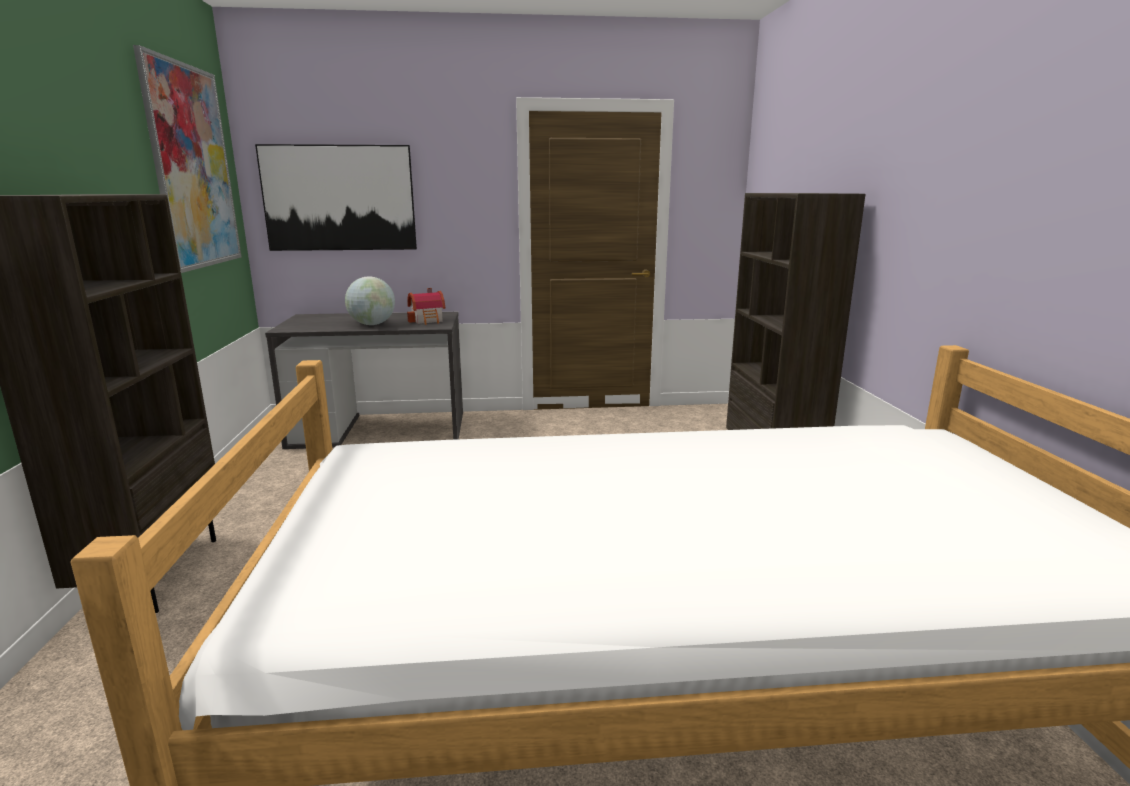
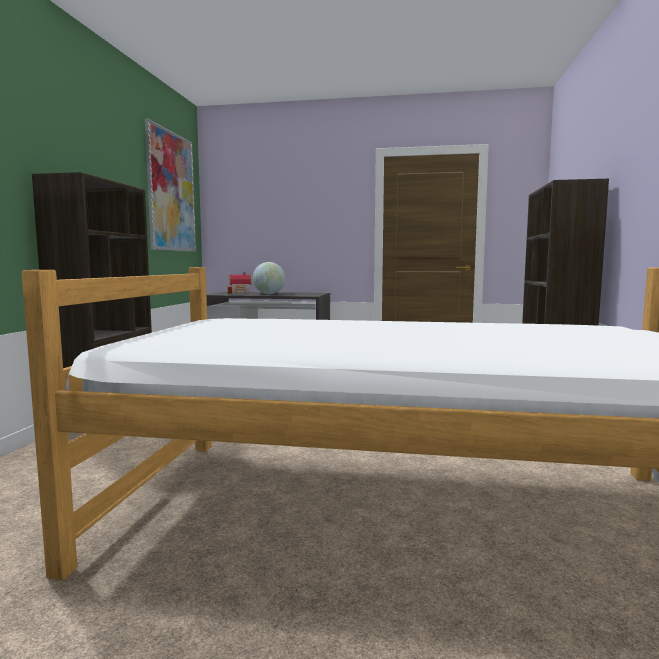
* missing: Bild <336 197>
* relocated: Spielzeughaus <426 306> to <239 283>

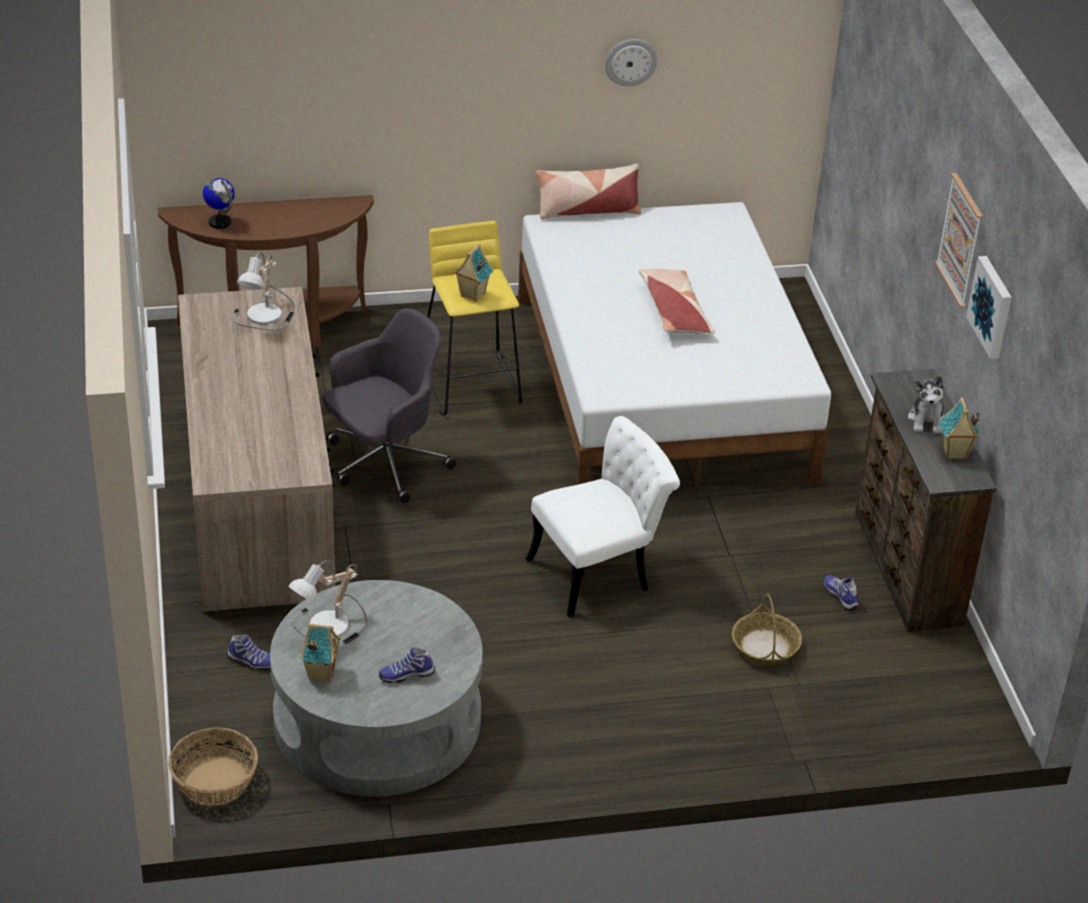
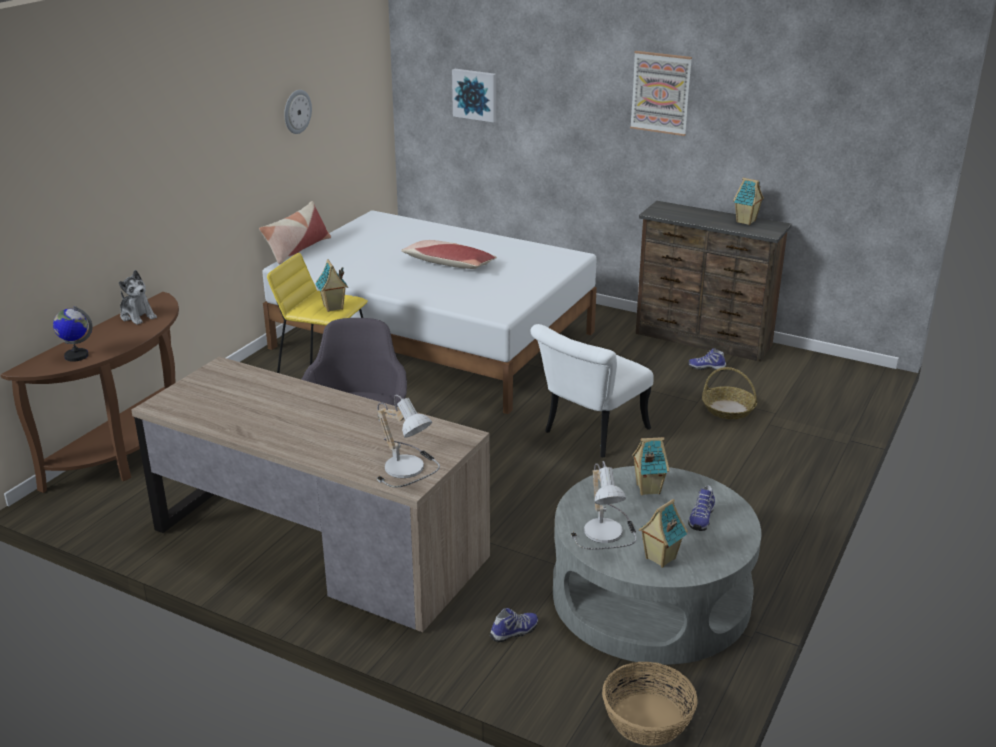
* relocated: Tischlampe <264 291> to <408 441>
* spun: Stuhl [weiß] <603 517> = <591 390> 150 degrees counterclockwise
* relocated: Plüschtier <926 405> to <138 297>
* relocated: Bild <988 307> to <474 95>
* appeared: Spielzeughaus <650 466>

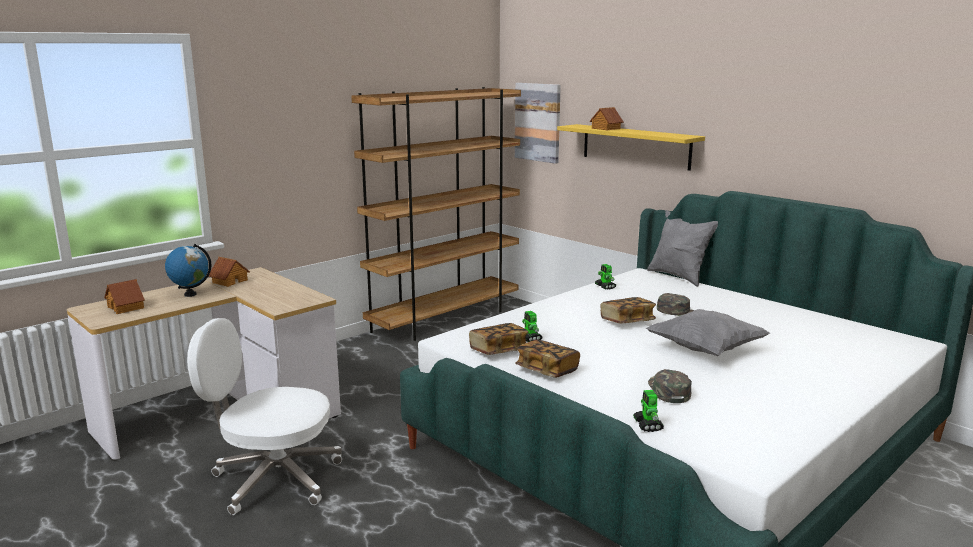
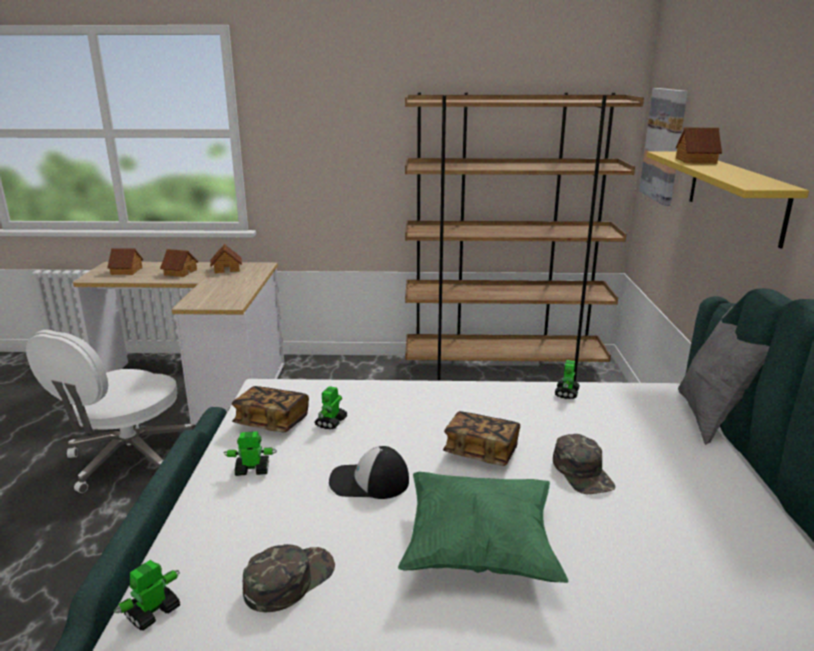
* exchanged: Globus <188 270> to Spielzeughaus <179 263>
* spun: Bürostuhl [weiß] <264 416> = <109 411> 120 degrees counterclockwise
* exchanged: Buch <547 358> to Spielzeugroboter <250 453>
* colour: Kissen [grau] <708 332> to Kissen [grün] <483 527>
* appeared: Kappe <369 472>

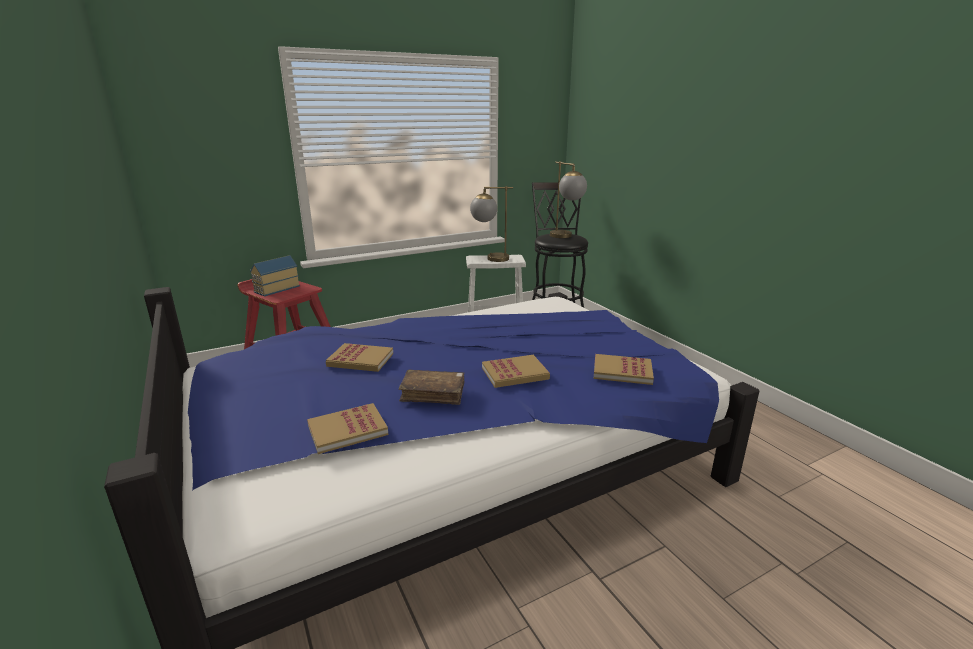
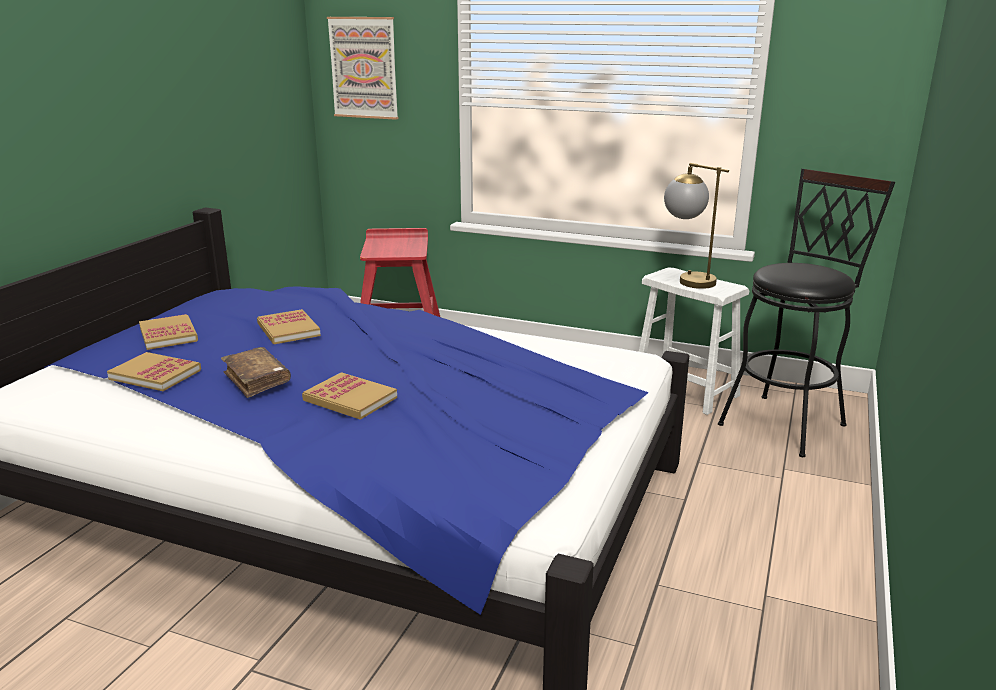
* missing: Spielzeughaus <275 275>
* missing: Tischlampe <568 199>
* relocated: Buch <624 369> to <168 332>
* appeared: Bild <363 68>

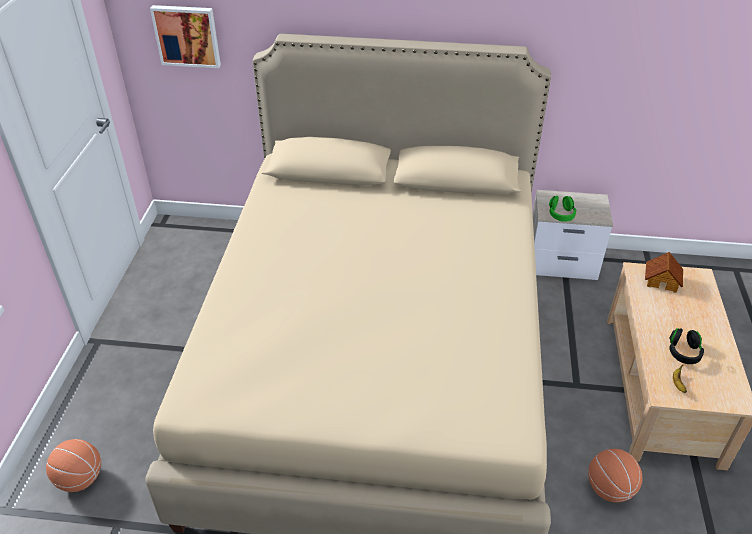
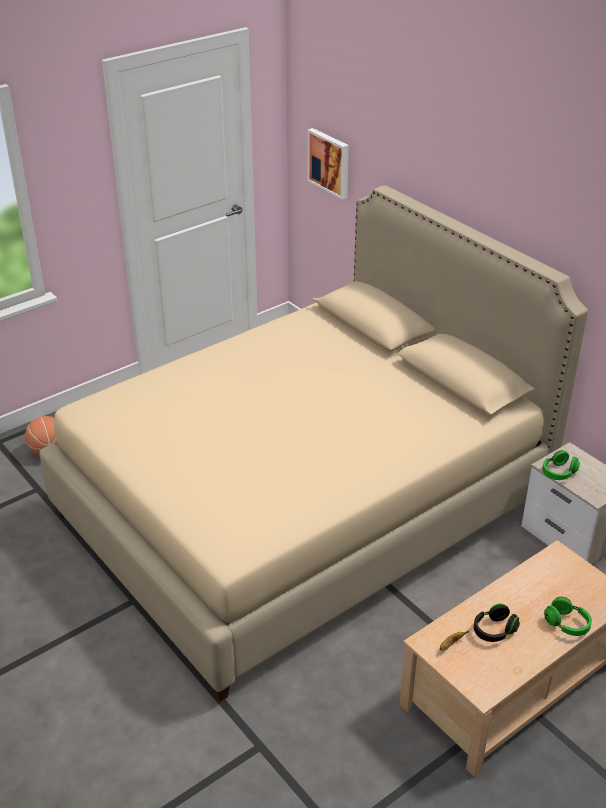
* missing: Basketball <615 475>
* missing: Spielzeughaus <664 272>
* appeared: Kopfhörer [grün] <568 616>

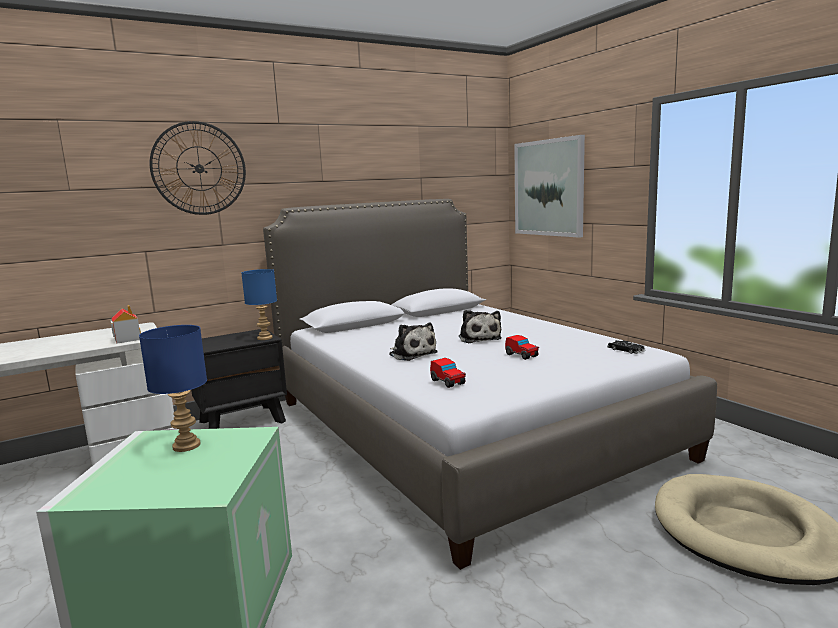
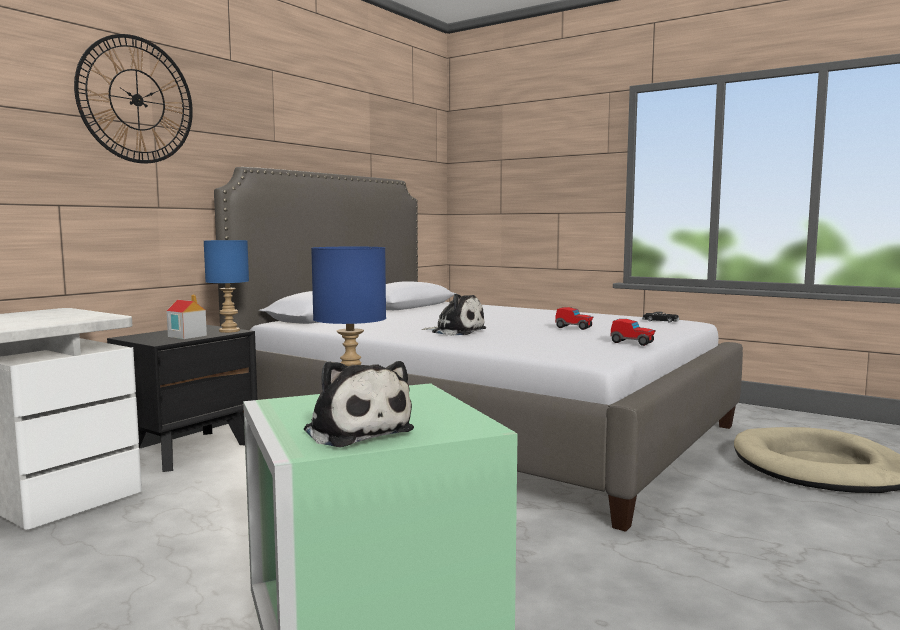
* relocated: Spielzeughaus <125 324> to <187 317>
* relocated: Spielzeugauto <448 373> to <633 332>
* relocated: Plüschtier <480 326> to <359 404>
* missing: Bild <549 186>

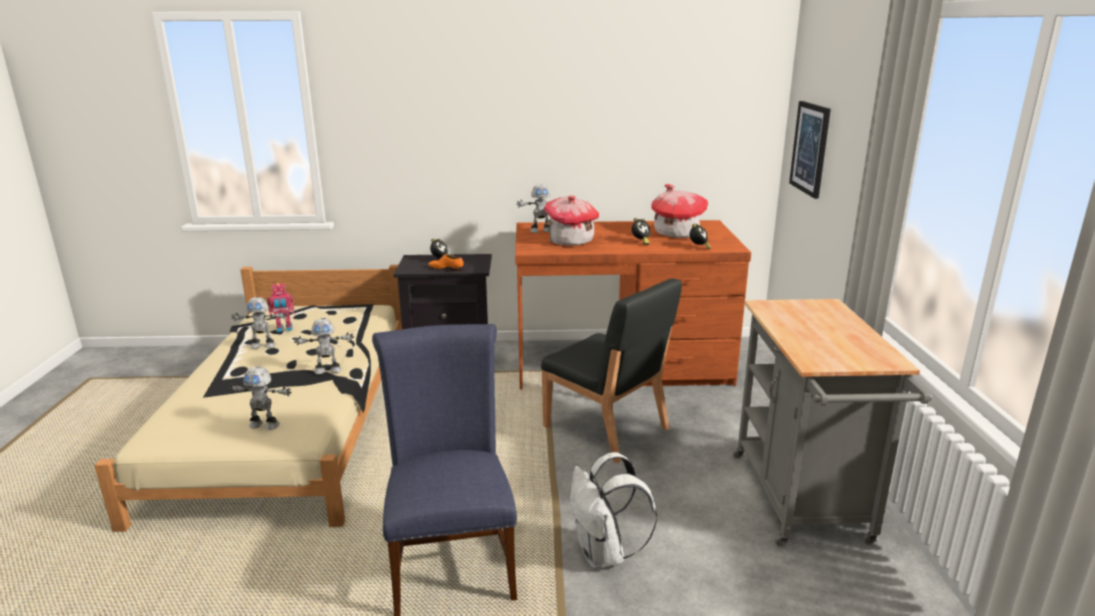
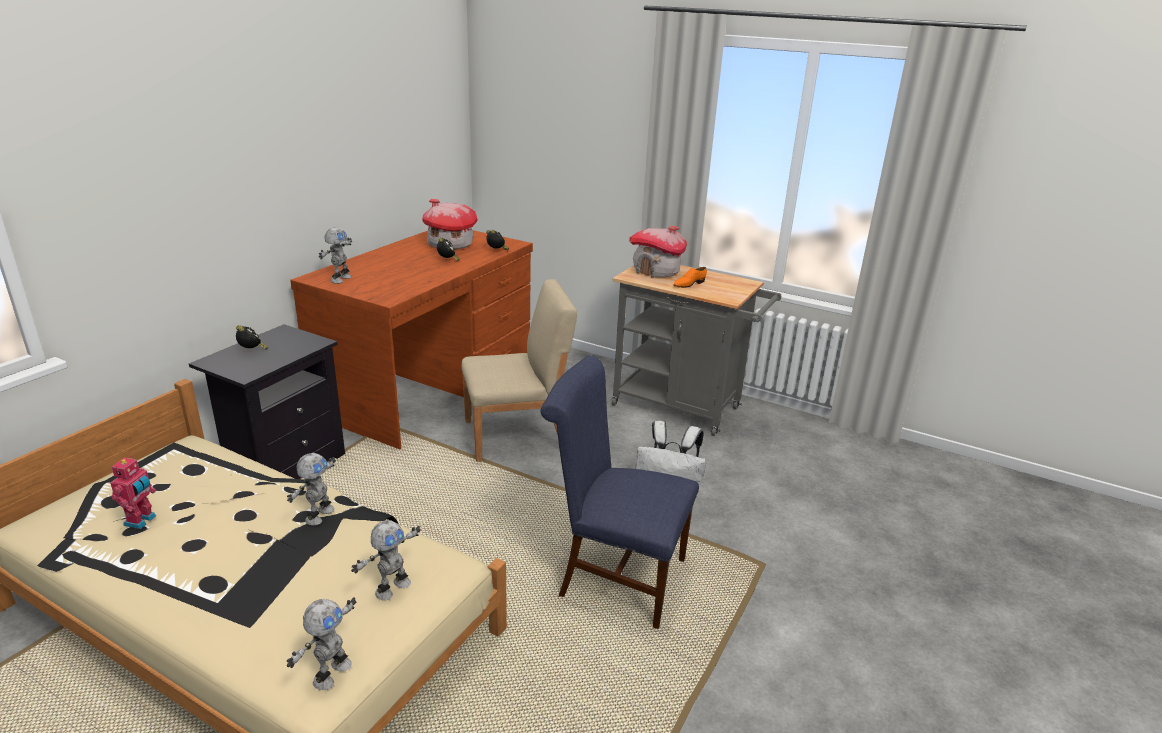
* relocated: Spielzeugroboter <259 323> to <321 643>
* relocated: Schuh [orange] <446 263> to <690 277>
* colour: Stuhl [schwarz] <611 370> to Stuhl [beige] <519 370>
* relocated: Spielzeughaus <571 221> to <658 252>
* missing: Bild <810 150>

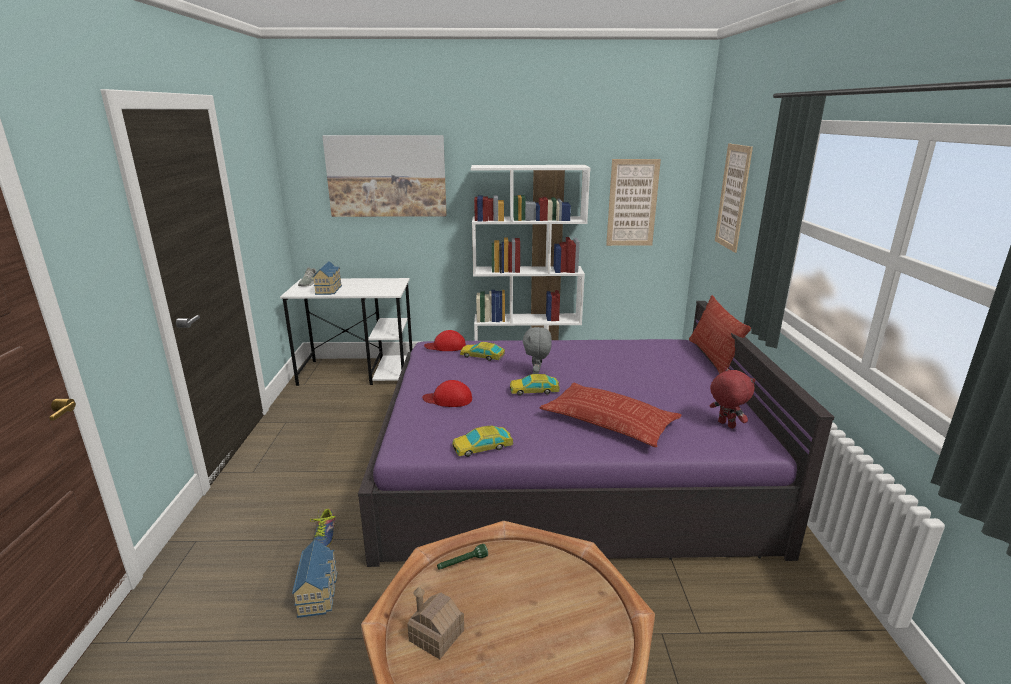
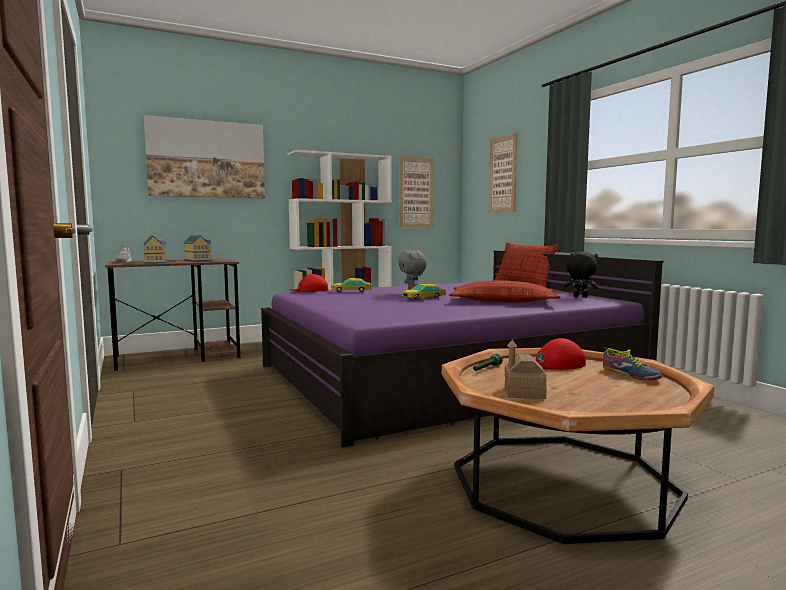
* colour: Schreibtisch [weiß] <346 332> to Schreibtisch [braun] <172 314>
* relocated: Spielzeughaus <314 579> to <198 248>
* relocated: Schuh <323 528> to <632 364>
* relocated: Kappe [rot] <447 393> to <561 354>
* missing: Spielzeugauto <482 441>
* colour: Plüschtier [rot] <732 398> to Plüschtier [schwarz] <581 274>

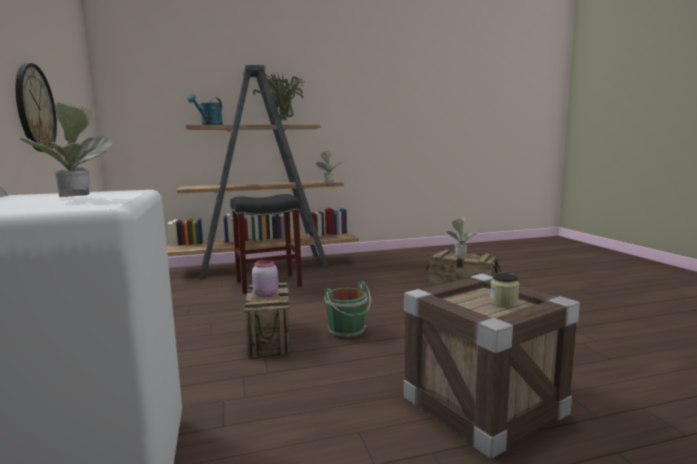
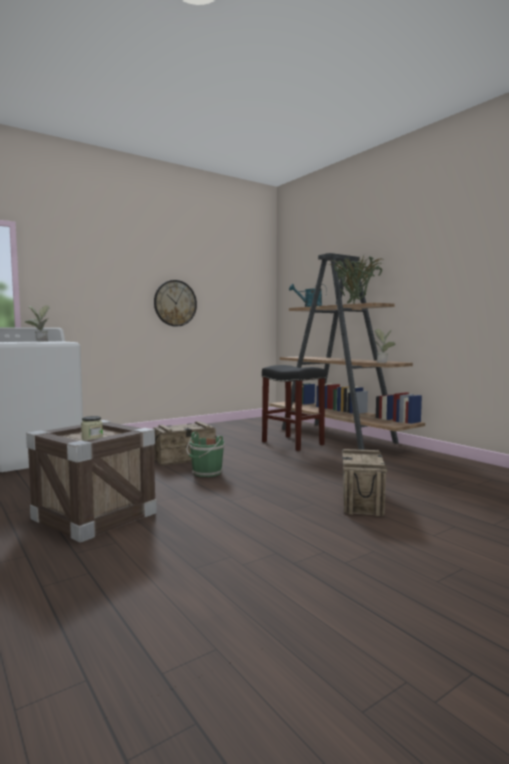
* missing: Vorratsglas [rosa] <265 278>
* missing: Topfpflanze <462 237>

